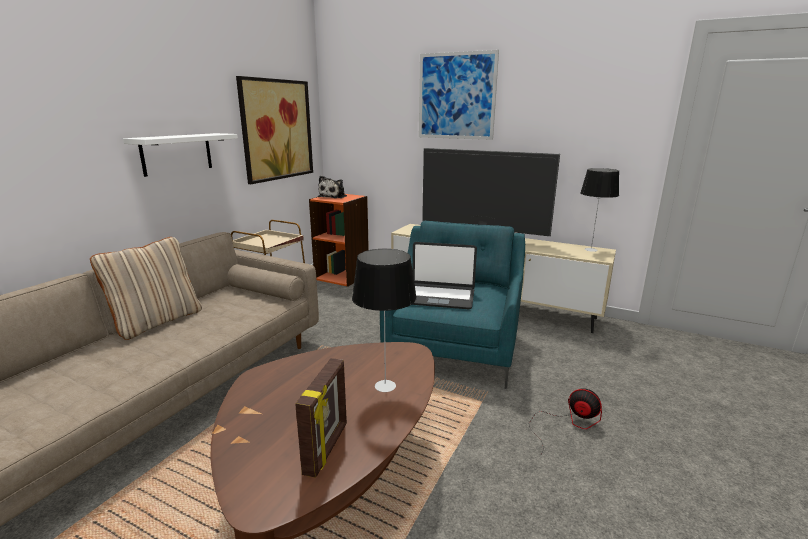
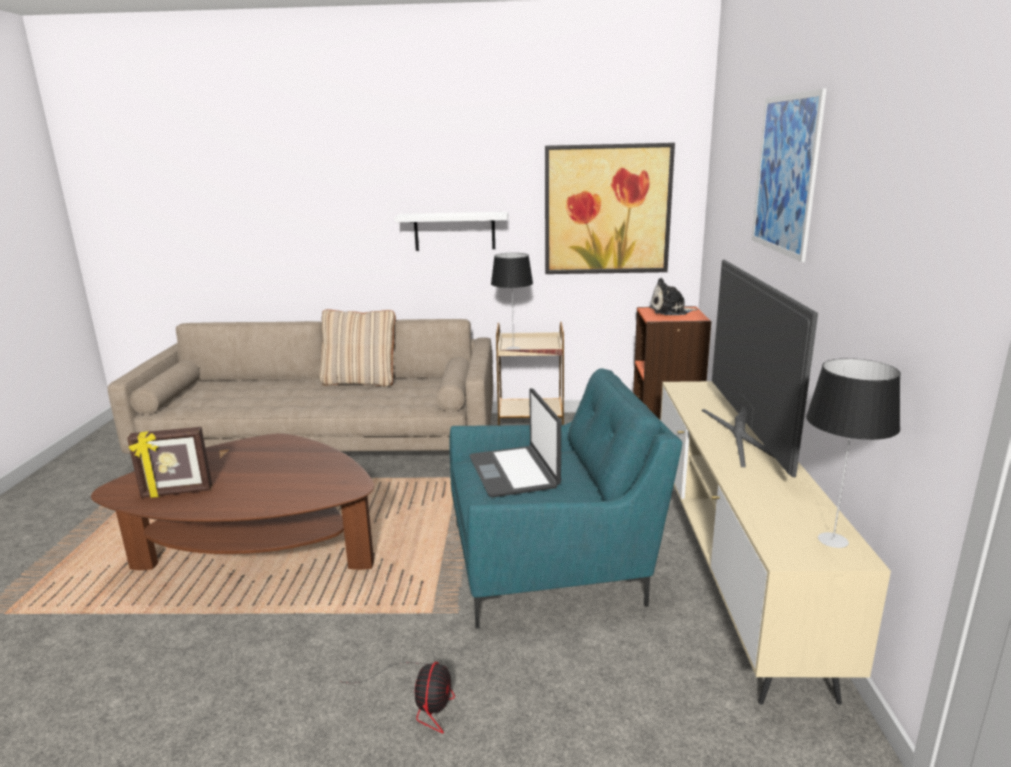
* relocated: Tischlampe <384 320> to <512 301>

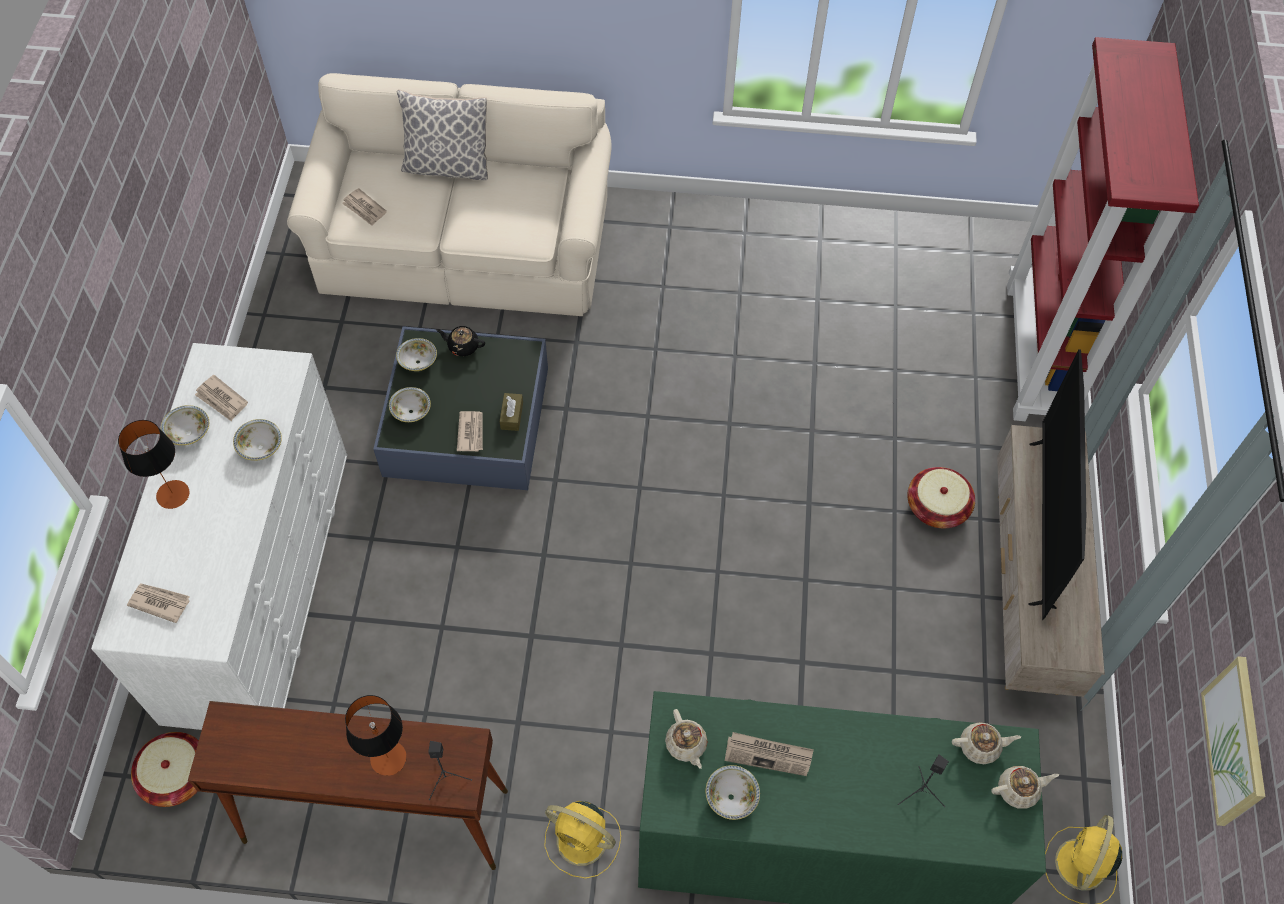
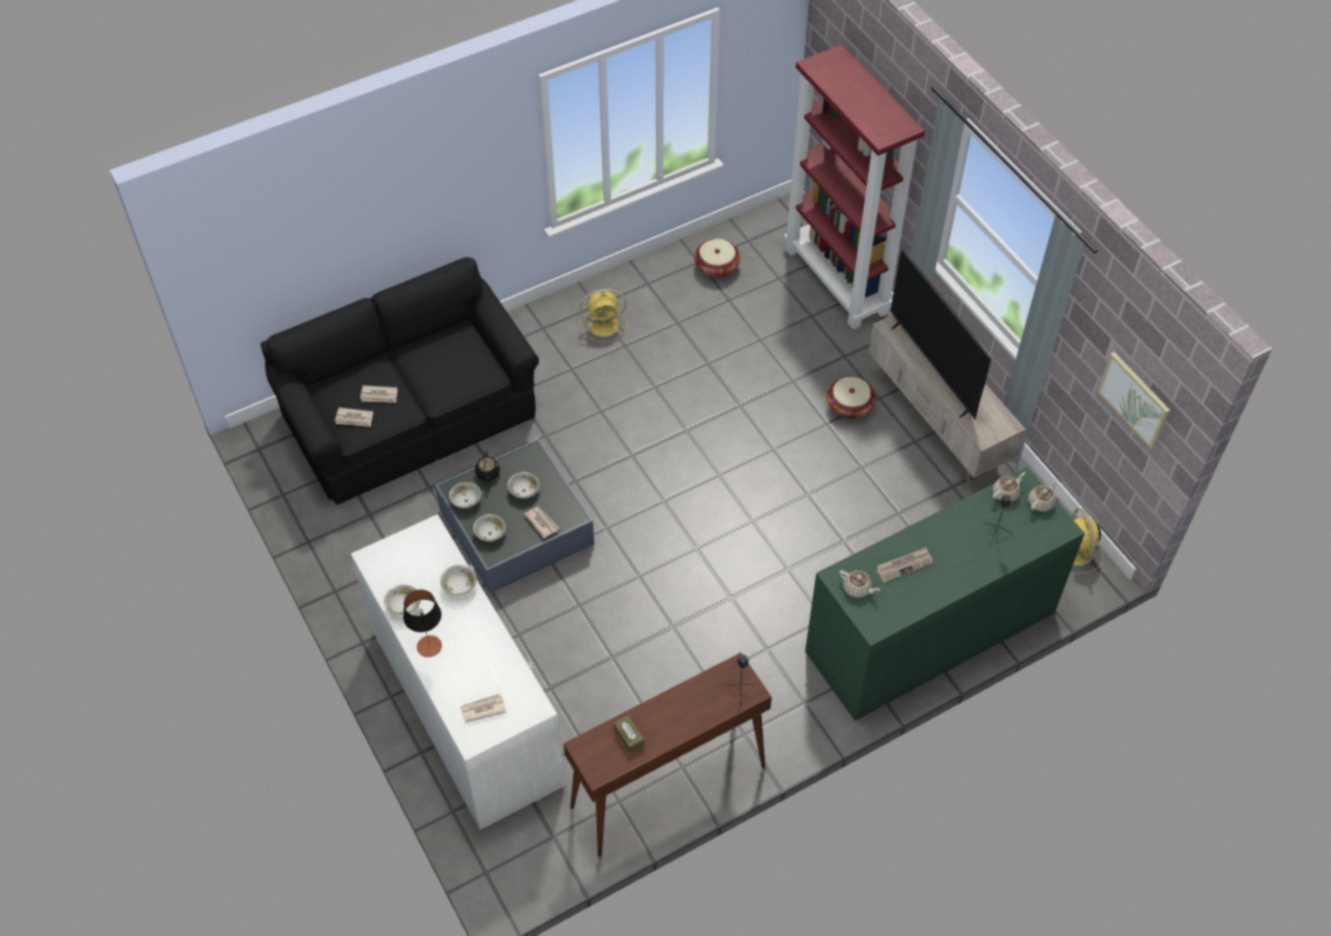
* relocated: Korb <165 769> to <717 258>
* relocated: Zeitung <221 398> to <379 394>
* colour: Sofa [beige] <449 194> to Sofa [schwarz] <399 381>
* missing: Tischlampe <376 735>
* missing: Kissen <442 134>
* spun: Teekanne [schwarz] <460 341> = <487 466> 75 degrees counterclockwise
* relocated: Taschentuchbox [braun] <511 412> to <629 734>
* relocated: Ventilator [gelb] <582 840> to <603 315>
* relocated: Schüssel <733 792> to <523 485>

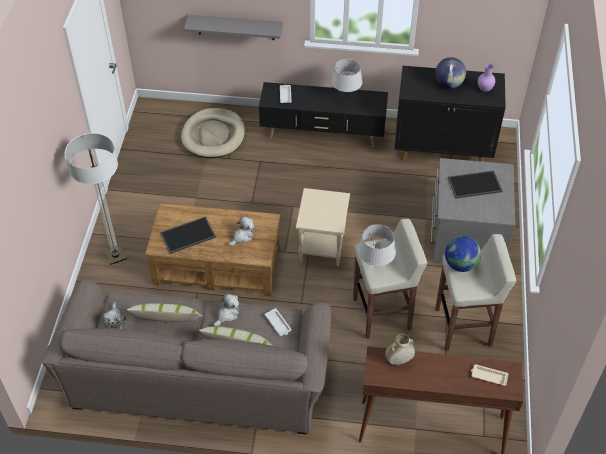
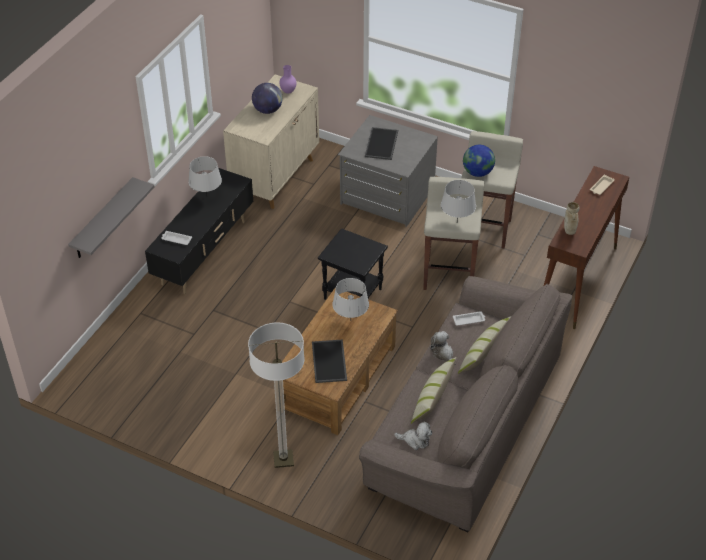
* missing: Hundebett [beige] <213 133>
* exchanged: Plüschtier <241 231> to Tischlampe [grau] <350 298>
* colour: Beistelltisch [beige] <323 227> to Beistelltisch [schwarz] <353 264>
* colour: Schrank [schwarz] <450 114> to Schrank [beige] <271 142>

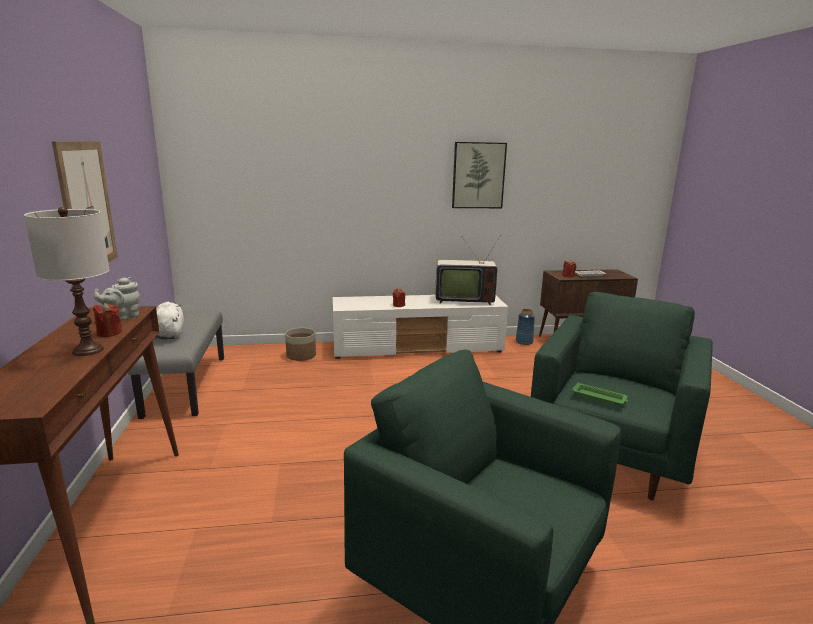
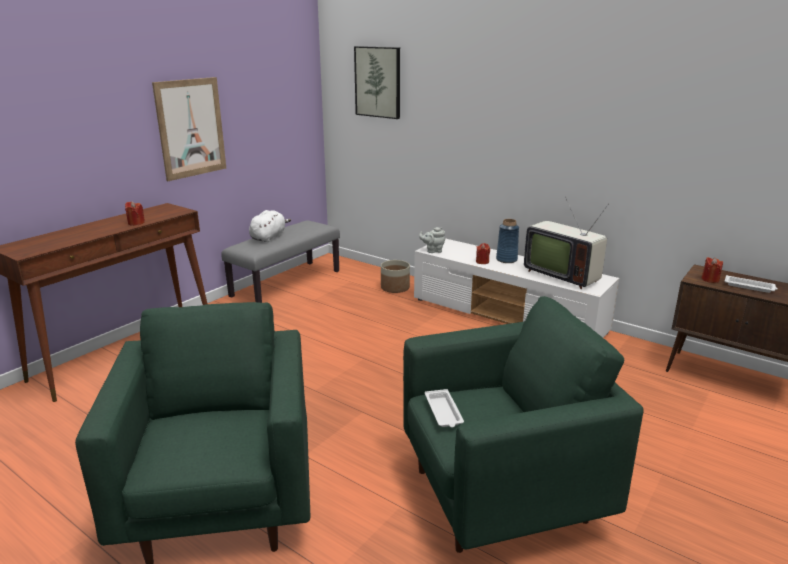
* missing: Tischlampe [weiß] <67 281>
* relocated: Teekanne [grau] <117 299> to <432 240>
* relocated: Bild <479 175> to <377 82>
* relocated: Vase [blau] <525 327> to <507 241>
* colour: Tablett [grün] <600 394> to Tablett [weiß] <444 408>

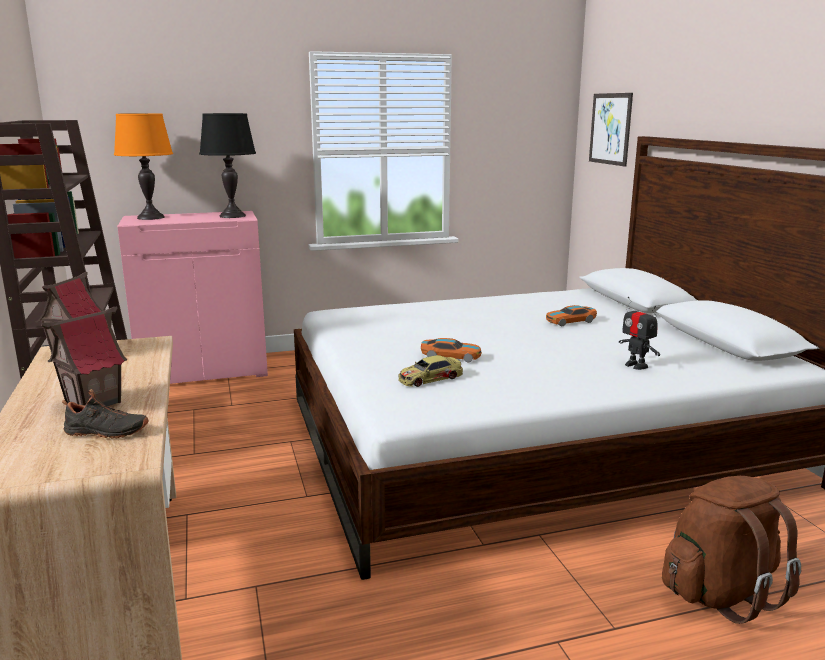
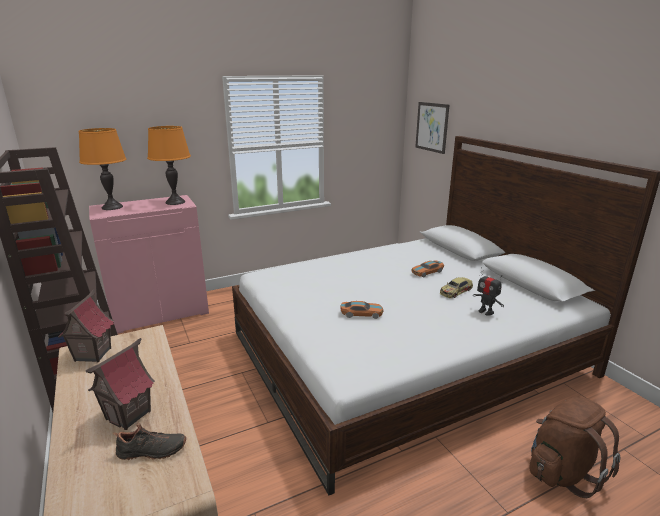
* colour: Tischlampe [schwarz] <227 165> to Tischlampe [orange] <169 165>
* relocated: Spielzeugauto <430 371> to <456 287>

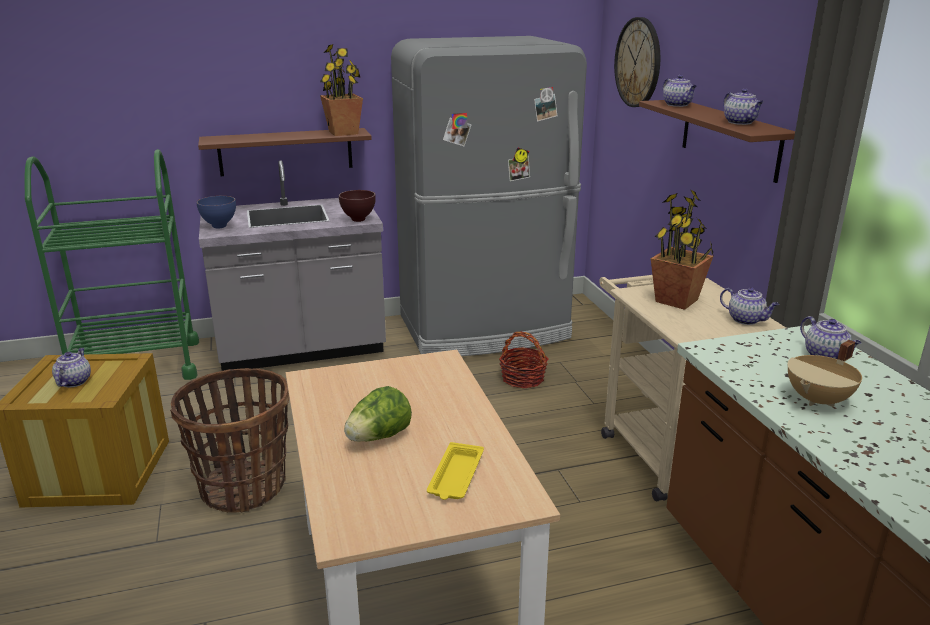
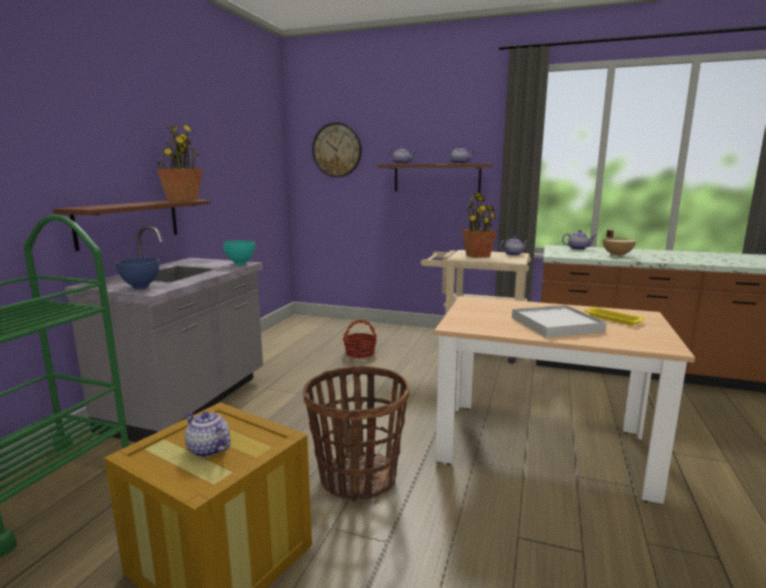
* colour: Schüssel [braun] <357 206> to Schüssel [türkis] <239 252>
* exchanged: Salatkopf <378 414> to Tablett [weiß] <559 321>
* missing: Kühlschrank [grau] <489 196>

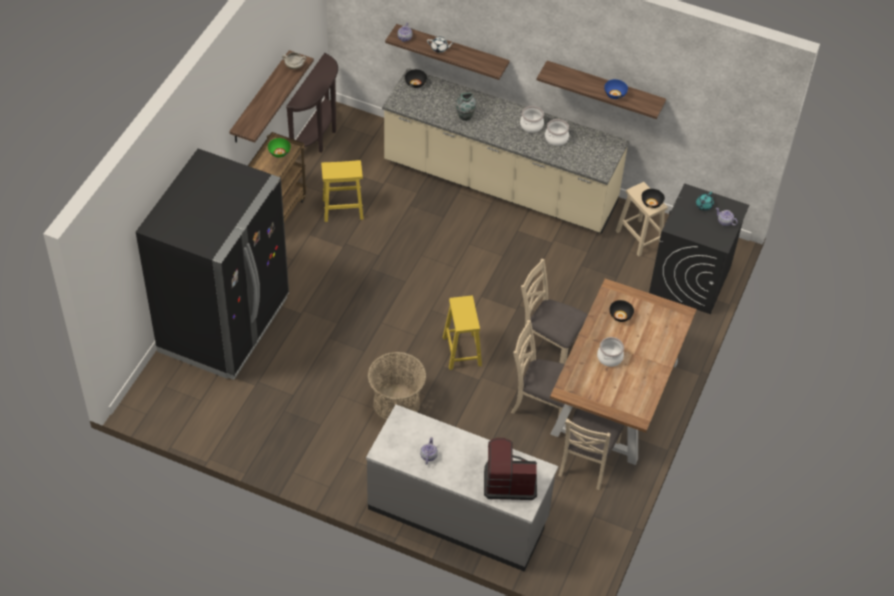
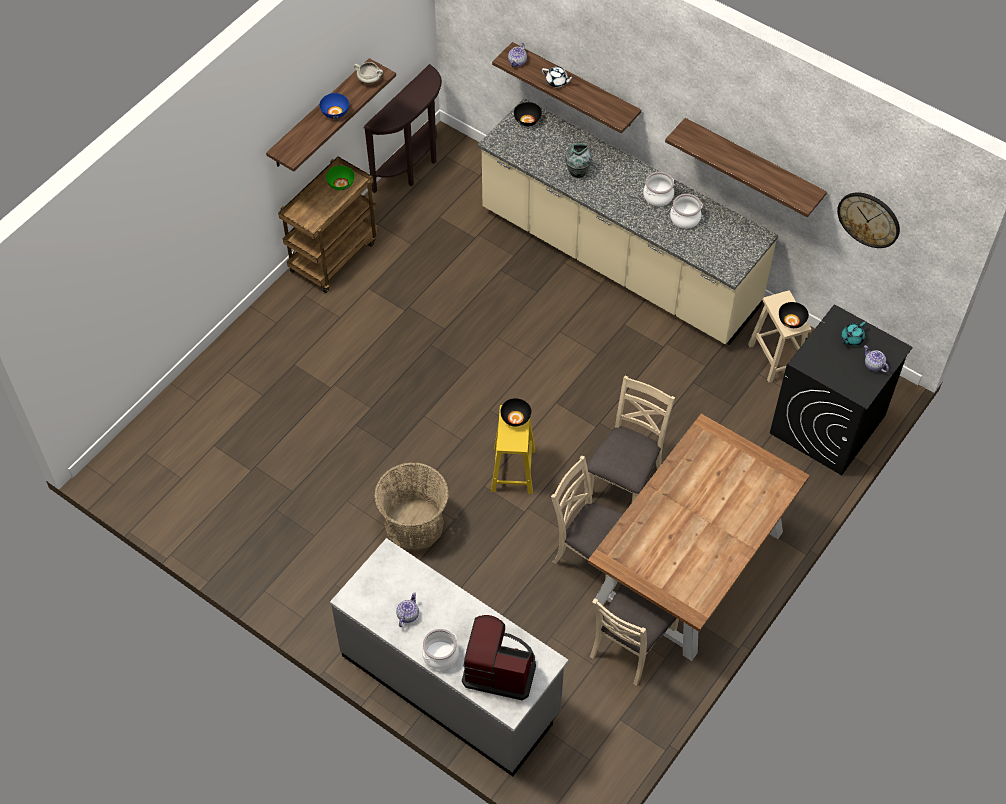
* missing: Kühlschrank [schwarz] <212 264>
* missing: Hocker [gelb] <342 191>
* spun: Stuhl [beige] <554 311> = <629 438> 75 degrees clockwise
* relocated: Kochtopf <610 352> to <440 649>
* relocated: Schüssel [blau] <616 89> to <334 106>
* relocated: Schüssel [schwarz] <622 311> to <515 412>
* appeared: Wanduhr <868 220>

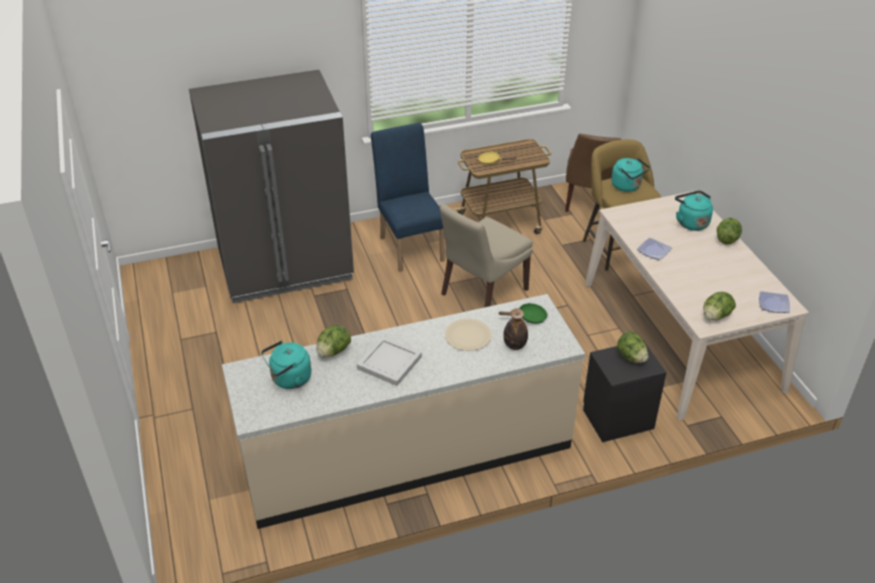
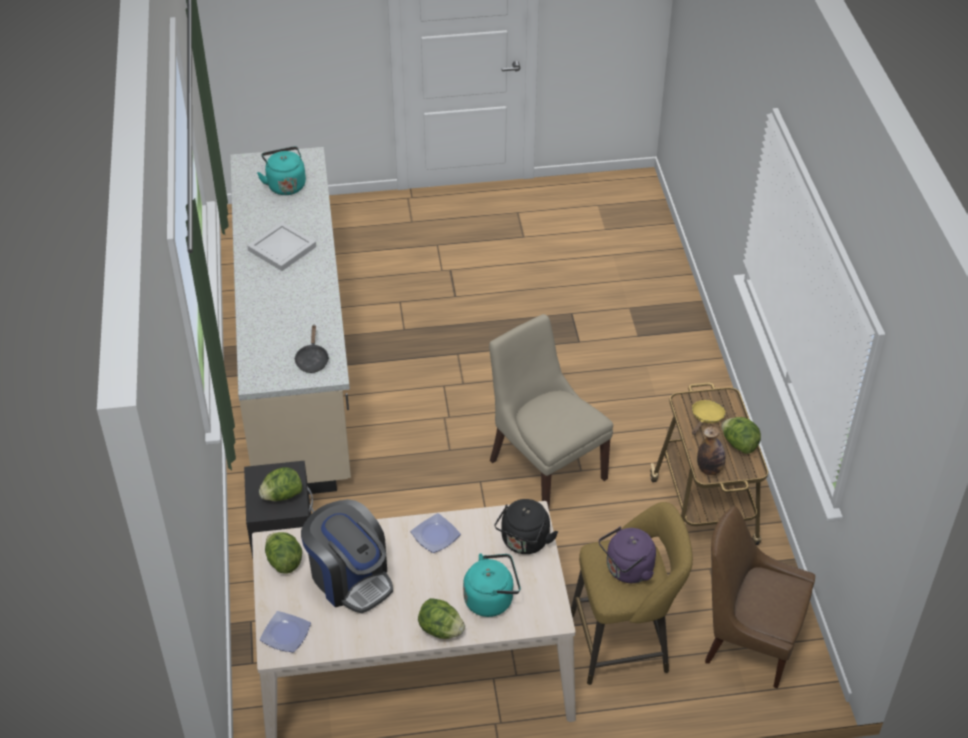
* missing: Kühlschrank [grau] <271 186>
* relocated: Salatkopf <334 341> to <741 435>
* missing: Stuhl [blau] <408 197>
* missing: Teller [beige] <468 335>
* colour: Pfanne [grün] <522 313> to Pfanne [schwarz] <311 349>
* relocated: Flasche <515 329> to <711 450>
* colour: Wasserkessel [türkis] <630 175> to Wasserkessel [lila] <627 555>
* appeared: Kaffeemaschine <347 556>
* appeared: Wasserkessel [schwarz] <526 526>

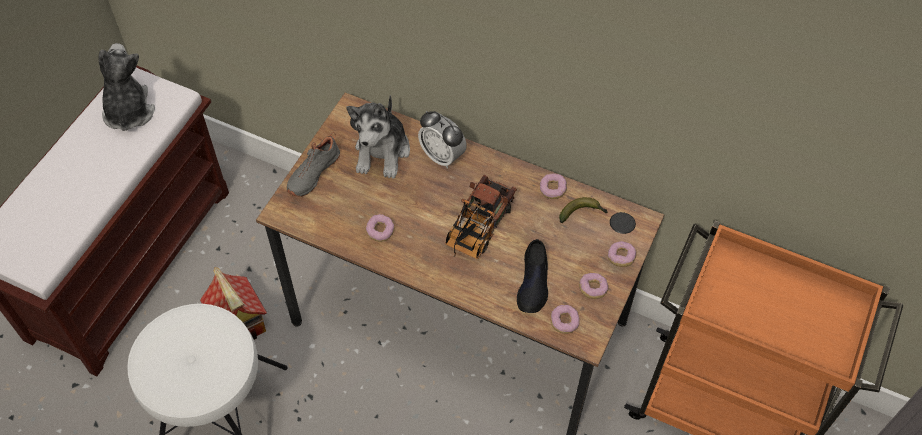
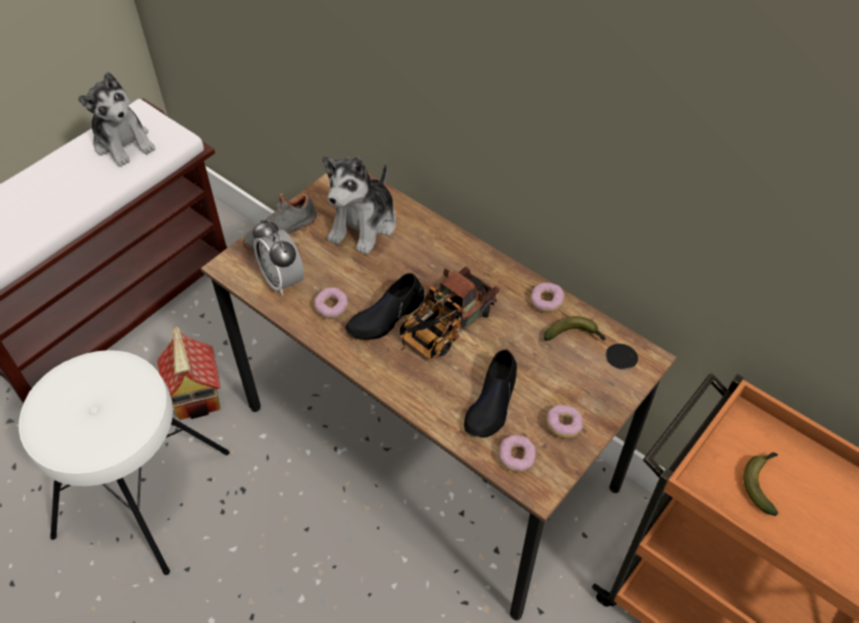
* spun: Plüschtier <127 87> = <116 119> 135 degrees clockwise
* relocated: Wecker <442 140> to <278 257>
* missing: Donut <621 254>
* appeared: Schuh [schwarz] <384 306>
* appeared: Banane <761 484>

